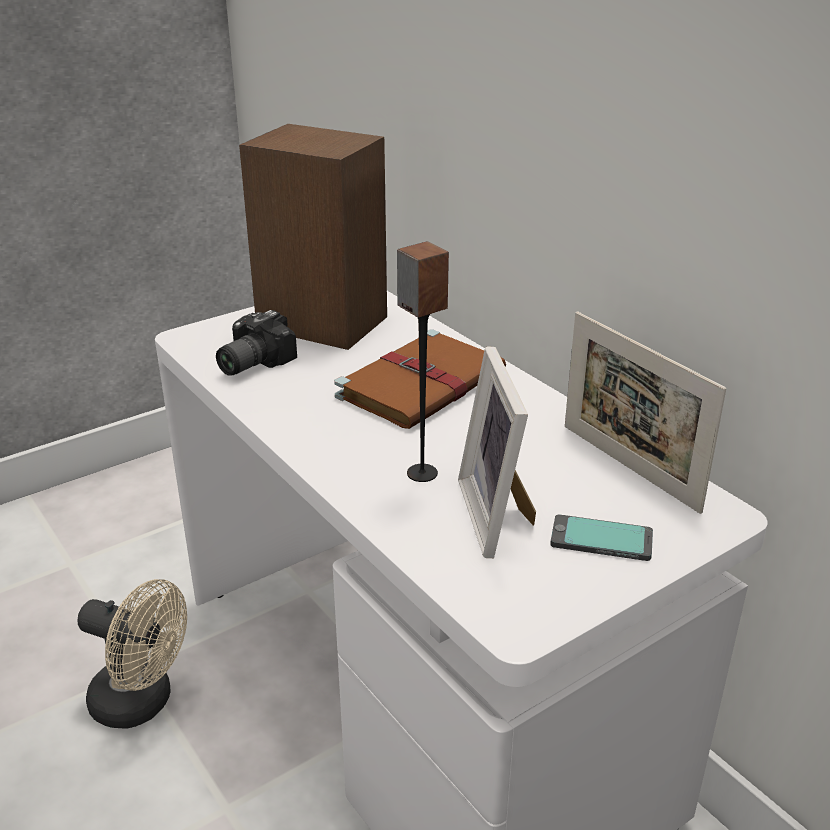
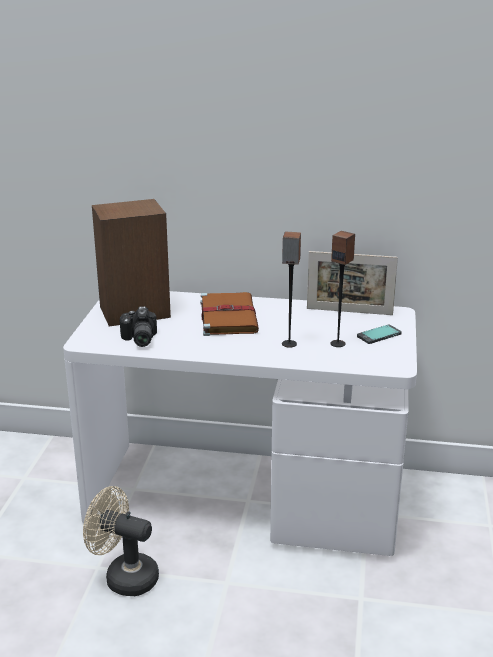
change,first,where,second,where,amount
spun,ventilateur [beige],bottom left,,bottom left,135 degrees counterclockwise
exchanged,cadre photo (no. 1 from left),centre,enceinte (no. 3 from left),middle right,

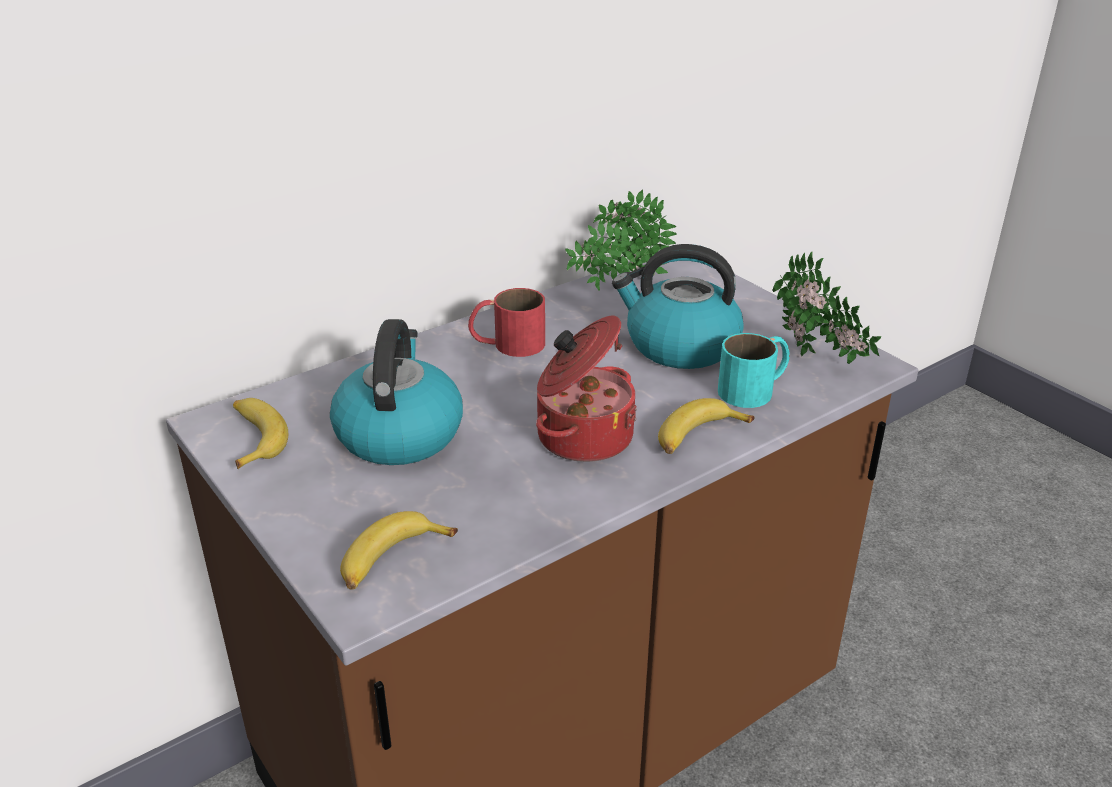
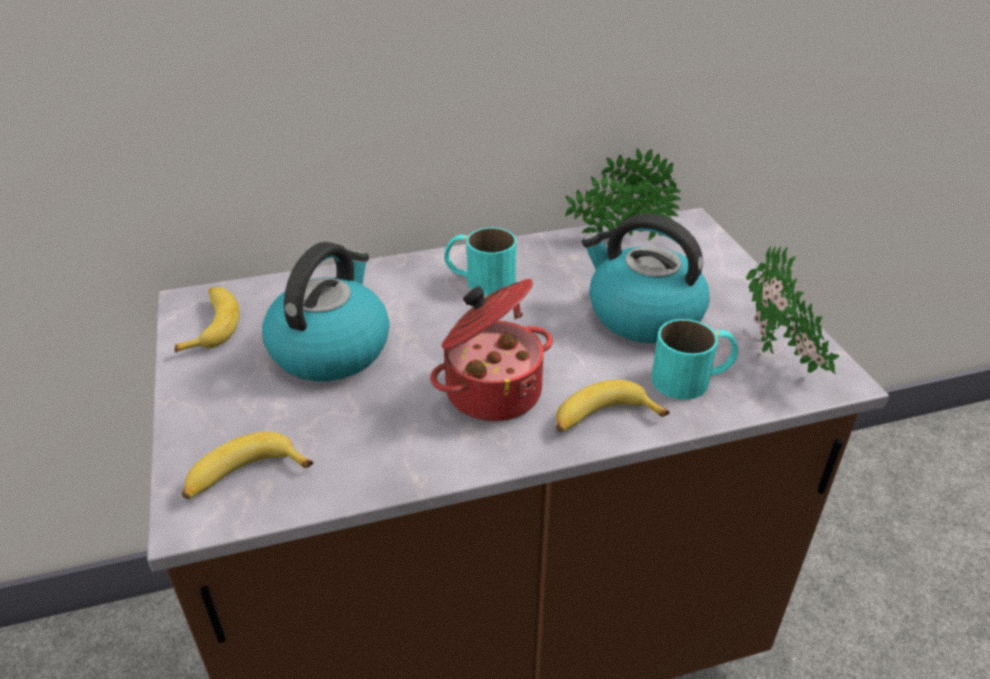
change,first,where,second,where,amount
colour,mug [rouge],centre,mug [turquoise] (no. 1 from left),centre,

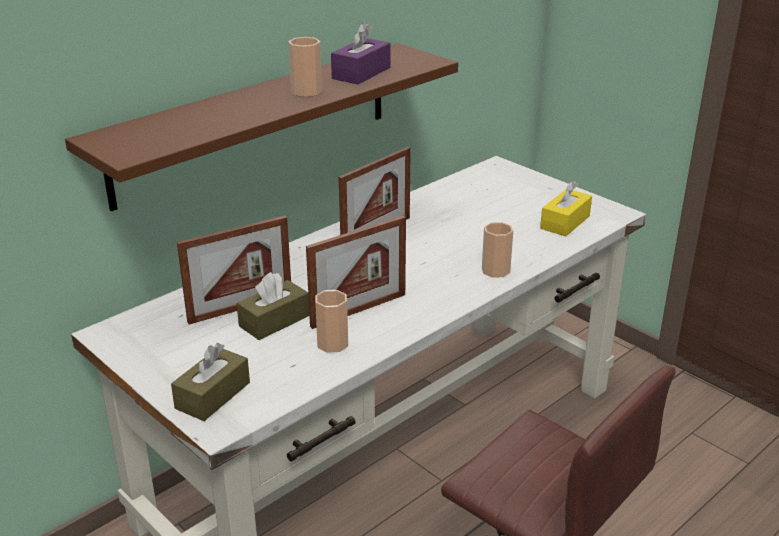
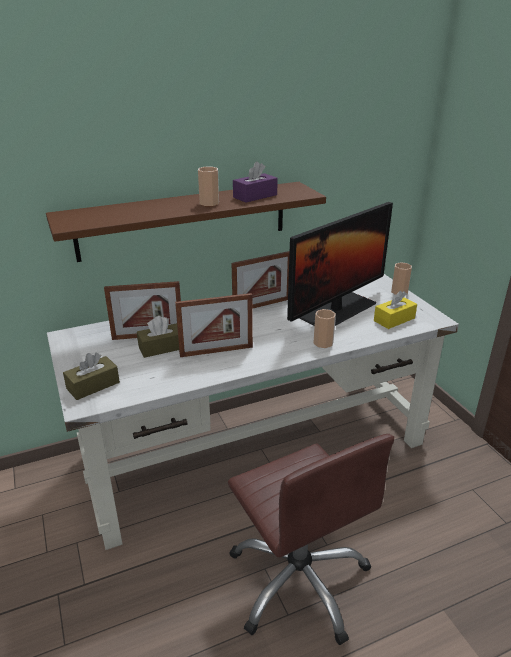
change,first,where,second,where,amount
appeared,,,écran d'ordinateur,centre,
relocated,tasse (no. 2 from left in the first image),centre,tasse (no. 3 from left),middle right,

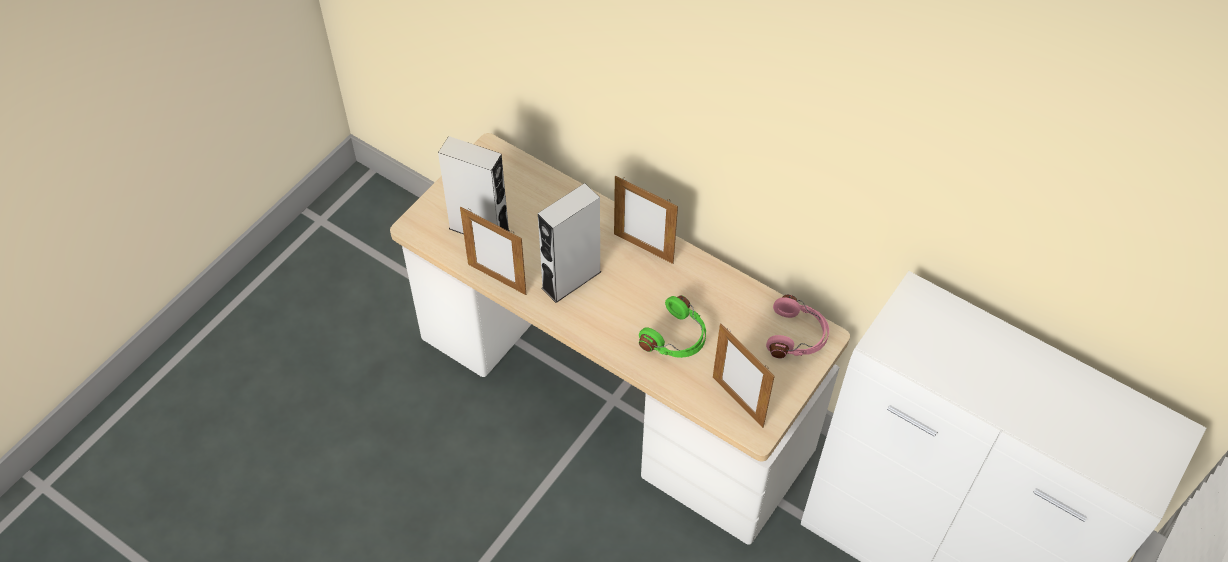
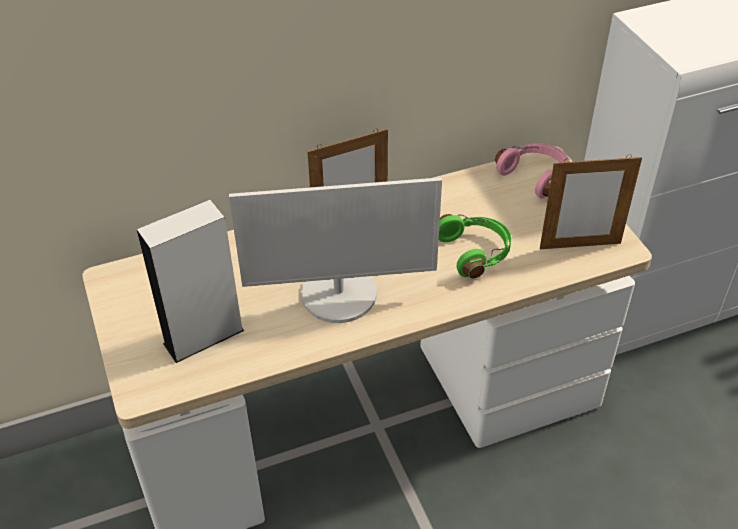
change,first,where,second,where,amount
exchanged,enceinte [gris] (no. 2 from left),centre,écran d'ordinateur,centre,
missing,cadre photo (no. 1 from left),centre,,,

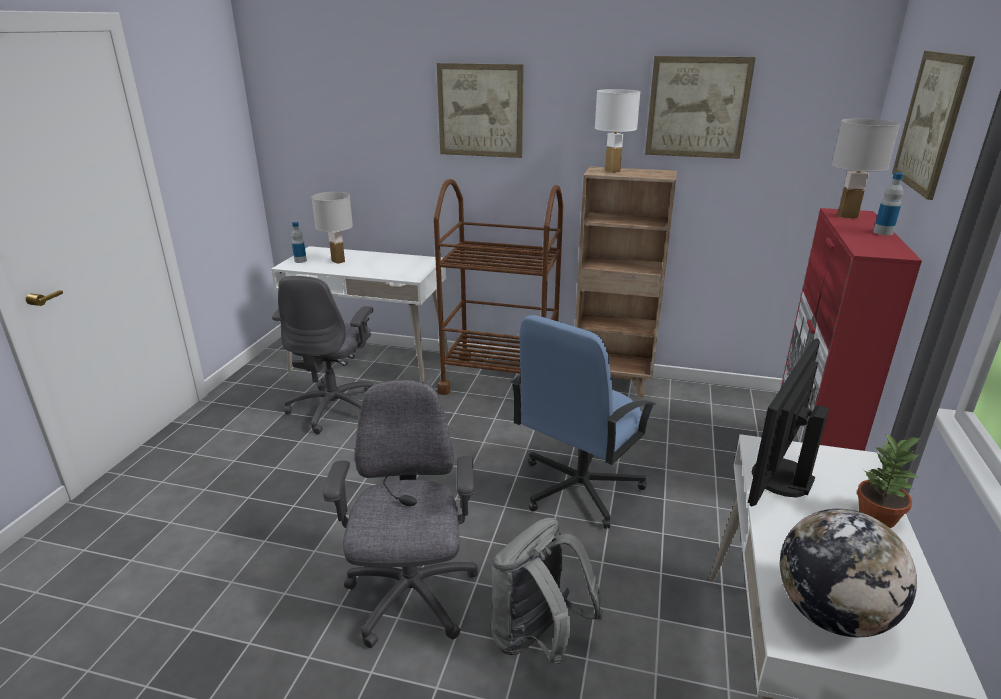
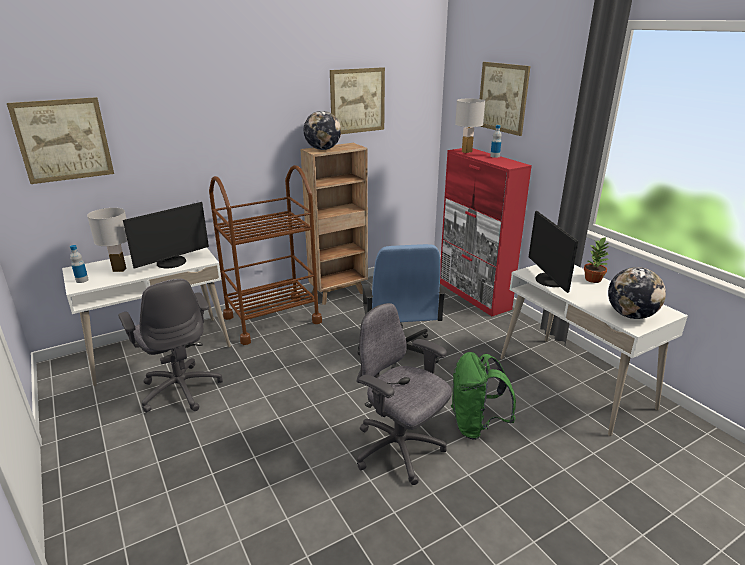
change,first,where,second,where,amount
relocated,tableau (no. 1 from left),top centre,,top left,
appeared,,,écran d'ordinateur (no. 1 from left),middle left,
exchanged,lampe de table [blanc] (no. 2 from left),top centre,globe (no. 1 from left),top centre,
colour,sac à dos [gris],bottom centre,sac à dos [vert],bottom centre,

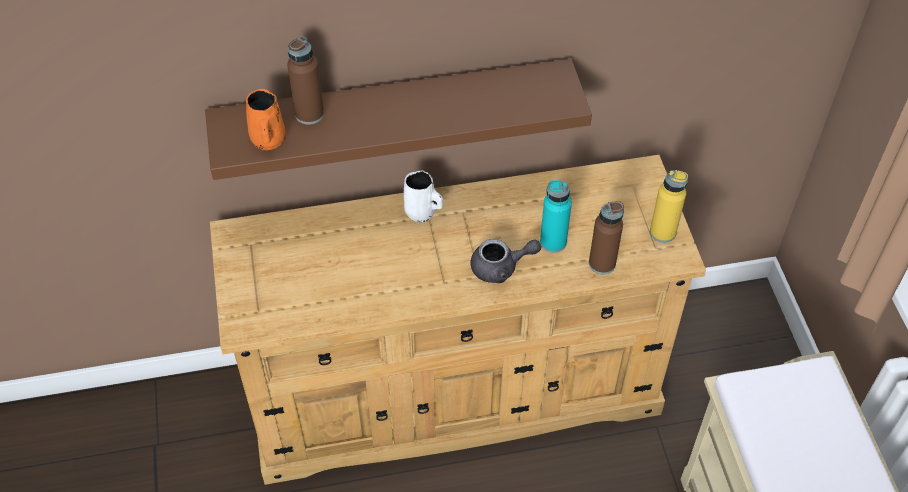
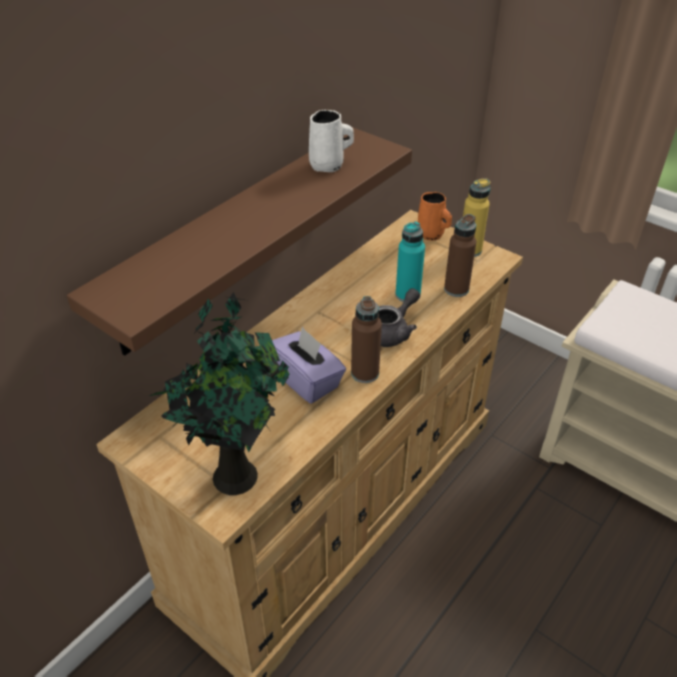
change,first,where,second,where,amount
appeared,,,plante en pot,middle left,
appeared,,,boîte à mouchoirs [violet],centre,
relocated,mug [blanc],centre,,top centre,
relocated,bouteille [marron] (no. 1 from left),top centre,,centre,
relocated,mug [orange],top left,,top centre,

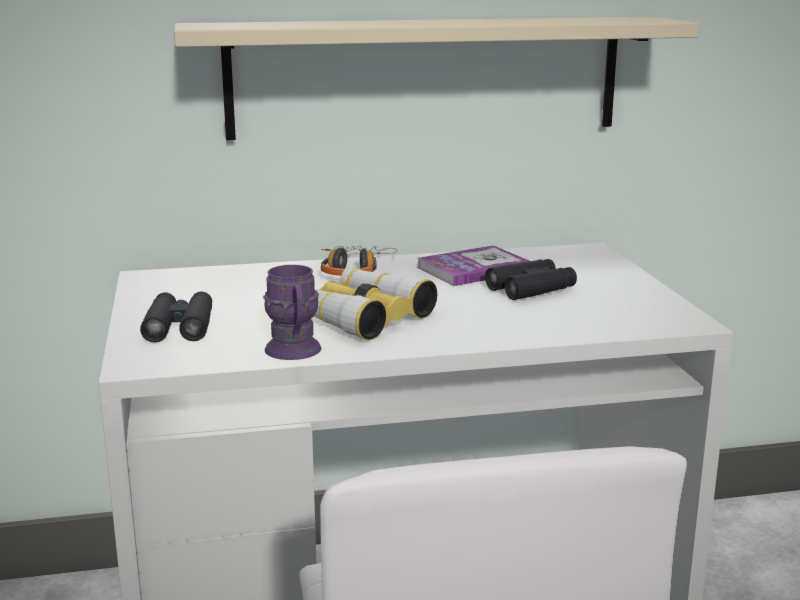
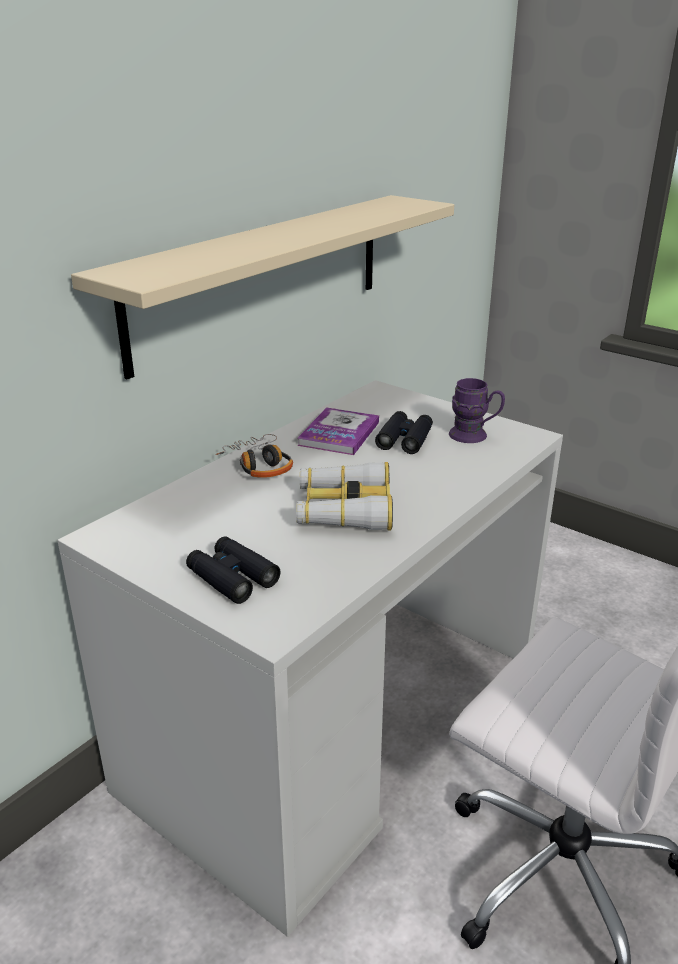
change,first,where,second,where,amount
relocated,mug [violet],centre,,middle right,

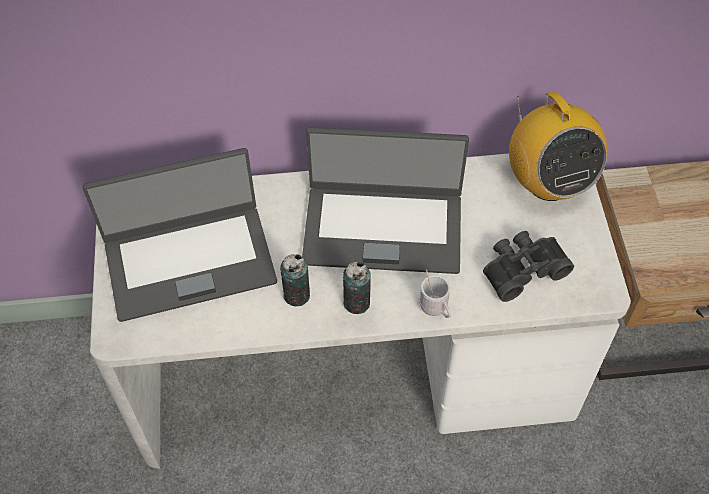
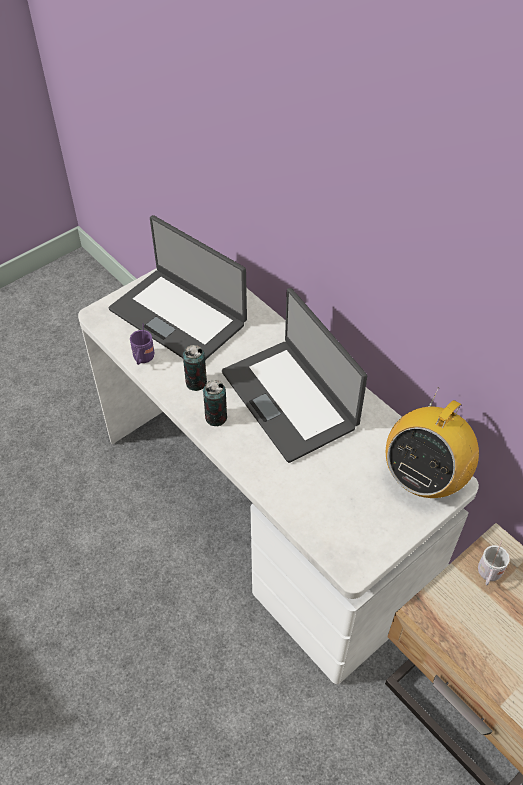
change,first,where,second,where,amount
appeared,,,mug [violet],middle left,
relocated,mug [blanc],centre,,bottom right,
missing,jumelles [noir],middle right,,,

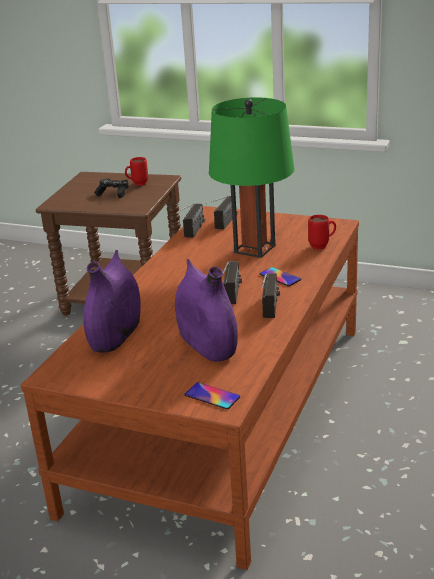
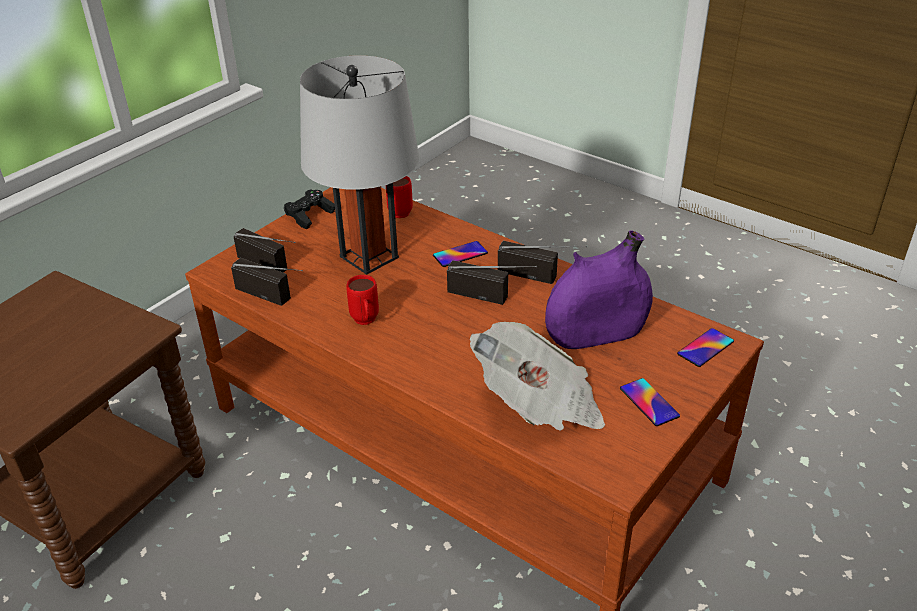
change,first,where,second,where,amount
relocated,manette [noir],top left,,centre,
colour,lampe de table [vert],top centre,lampe de table [gris],top centre,
relocated,mug [rouge] (no. 1 from left),top left,,centre,
exchanged,vase [violet] (no. 1 from left),middle left,journal,centre,
appeared,,,téléphone (no. 2 from left),middle right,

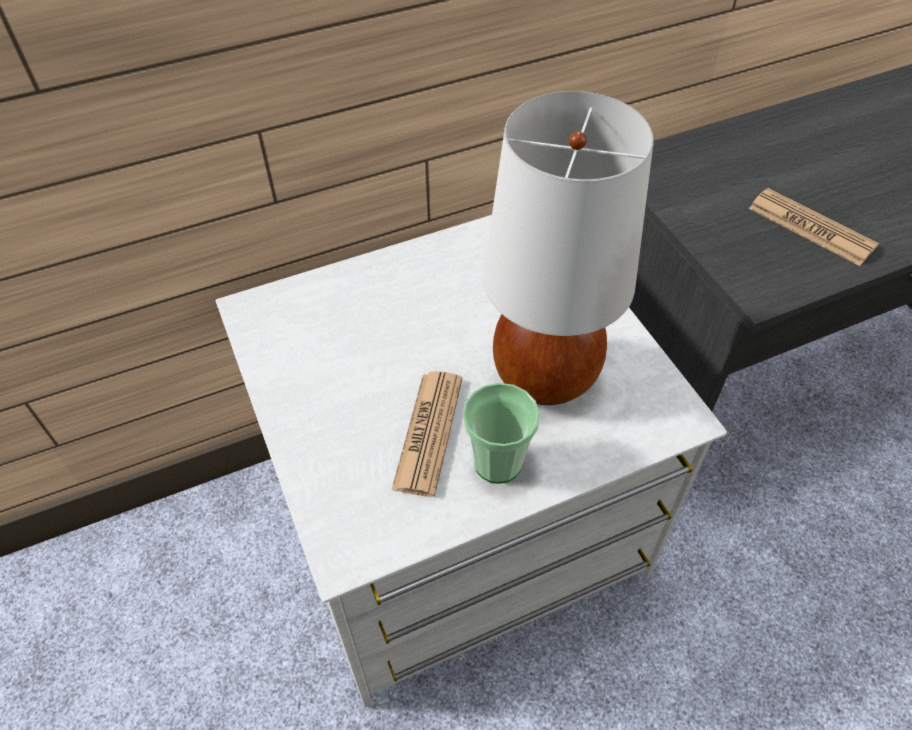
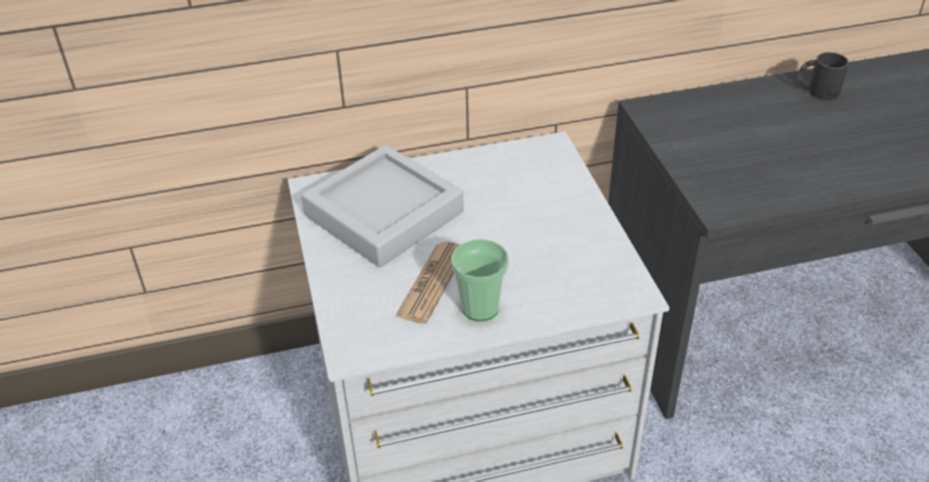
change,first,where,second,where,amount
appeared,,,plateau [gris],centre,
appeared,,,mug [noir],top right,
missing,lampe de table [blanc],centre,,,
missing,journal (no. 2 from left),top right,,,

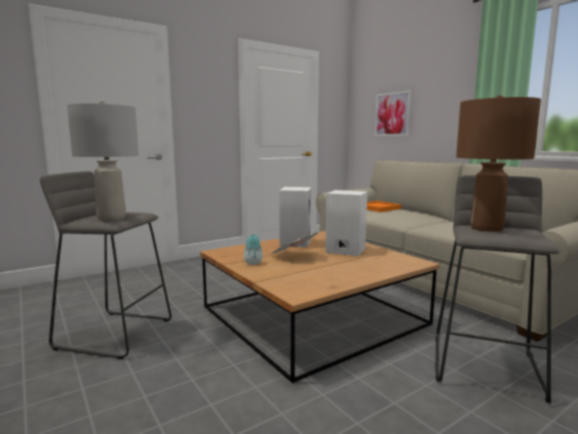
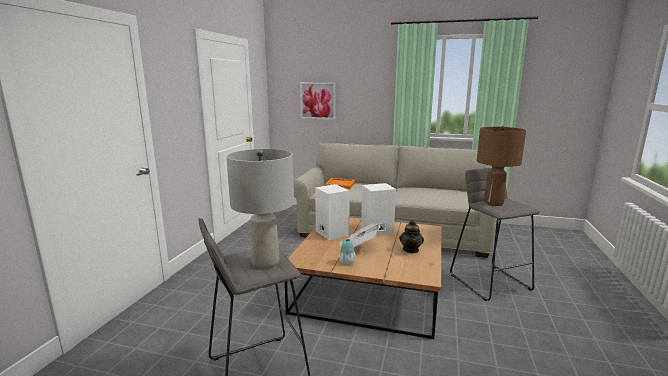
change,first,where,second,where,amount
appeared,,,théière,centre,

